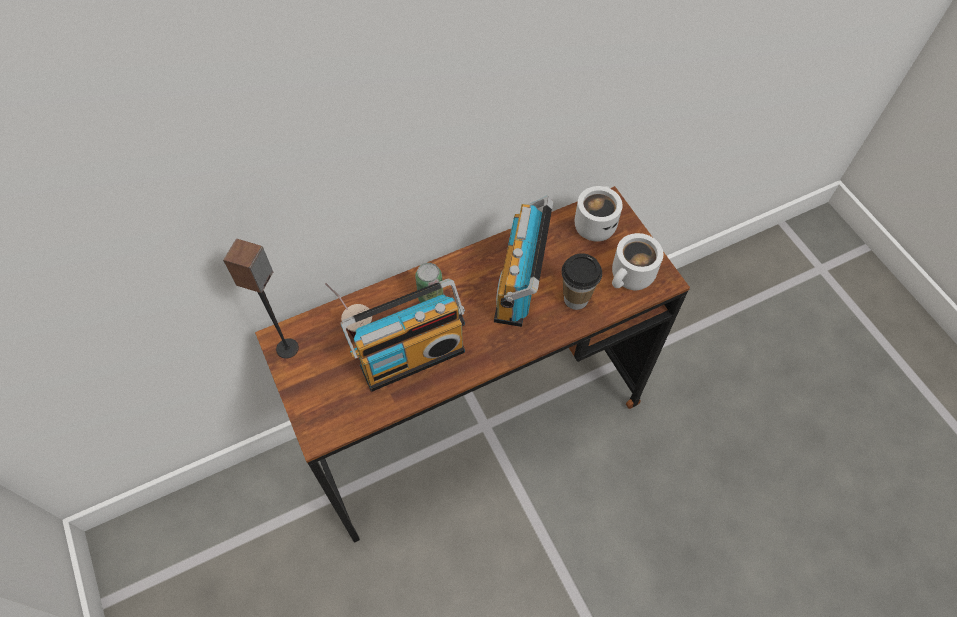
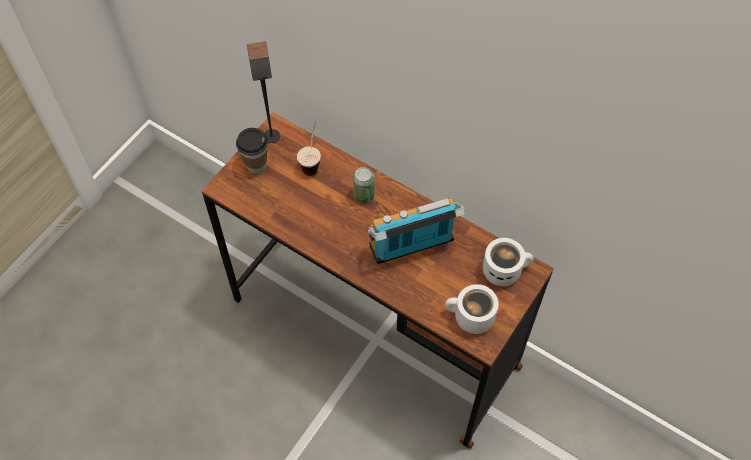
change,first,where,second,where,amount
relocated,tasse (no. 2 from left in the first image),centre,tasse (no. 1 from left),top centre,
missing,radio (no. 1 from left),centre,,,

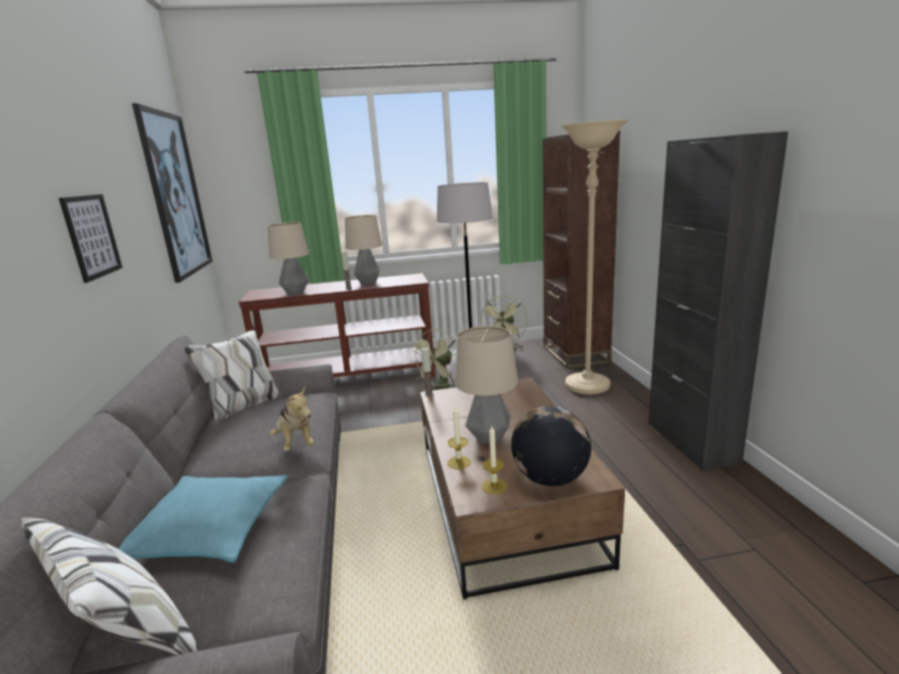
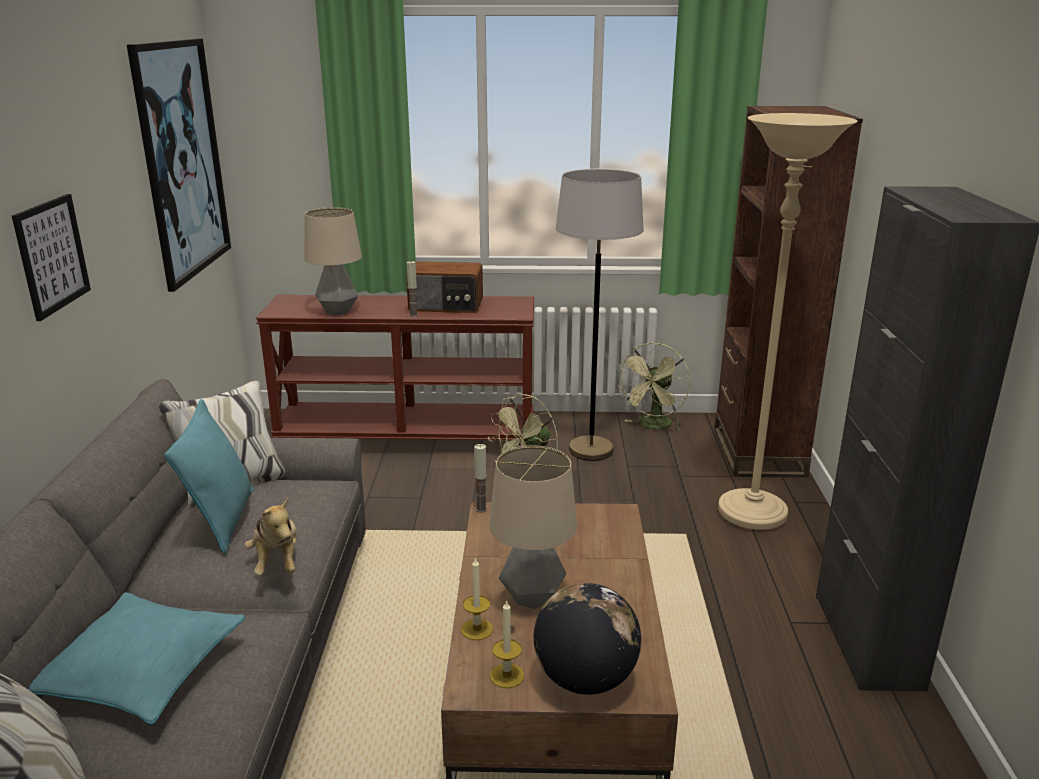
change,first,where,second,where,amount
appeared,,,coussin [turquoise] (no. 2 from left),middle left,
exchanged,lampe de table (no. 2 from left),centre,radio,centre,

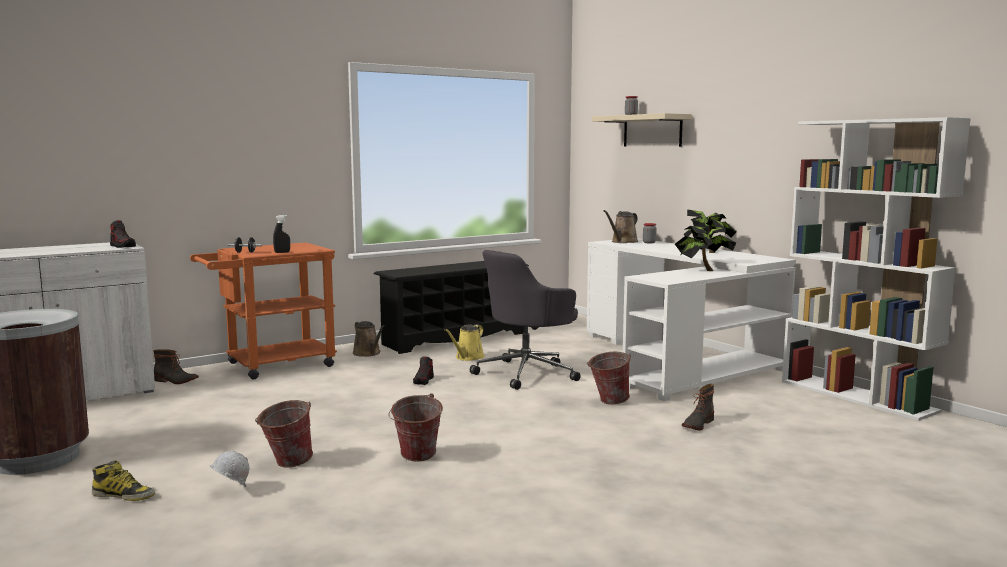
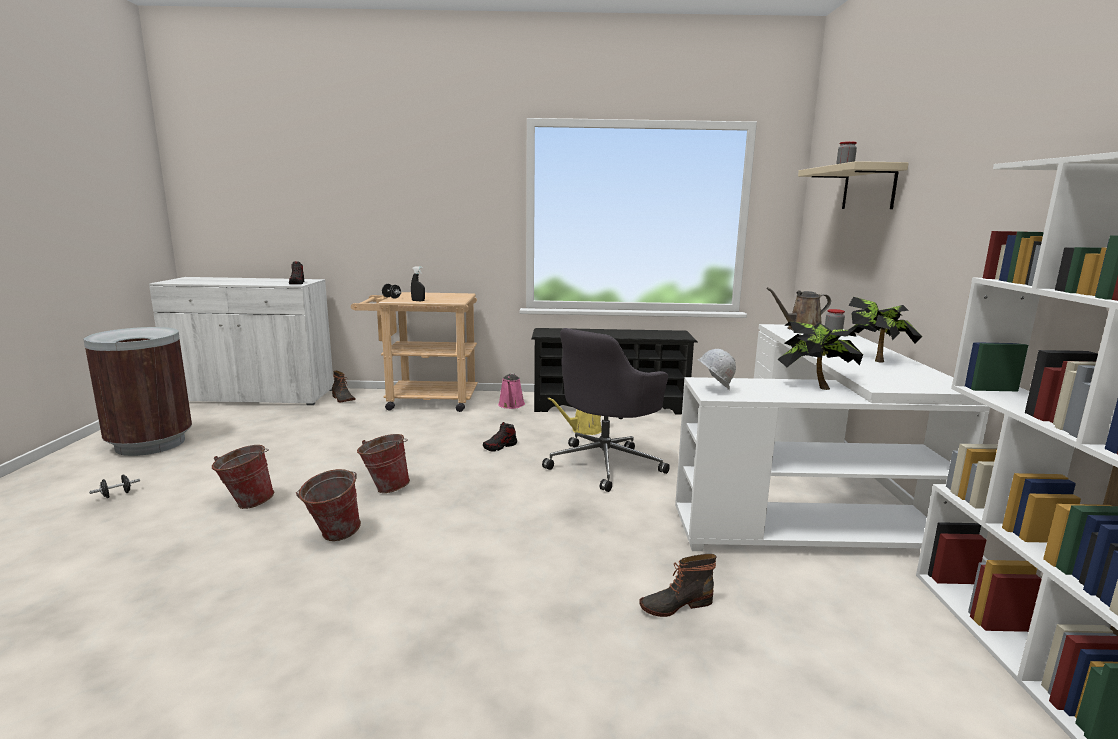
change,first,where,second,where,amount
exchanged,botte (no. 1 from left),bottom left,haltère [noir] (no. 1 from left),middle left,
colour,chariot [orange],middle left,chariot [beige],centre,
relocated,seau (no. 3 from left),bottom centre,,centre,
colour,arrosoir [marron] (no. 1 from left),centre,arrosoir [rose],centre,
spun,chaise de bureau [gris],centre,,centre,45 degrees counterclockwise
relocated,casque de chantier [blanc],bottom left,,centre,

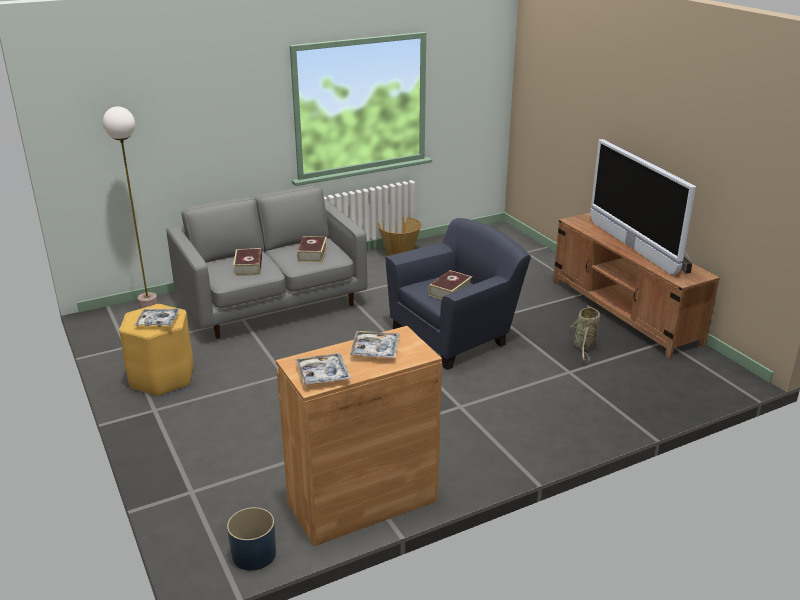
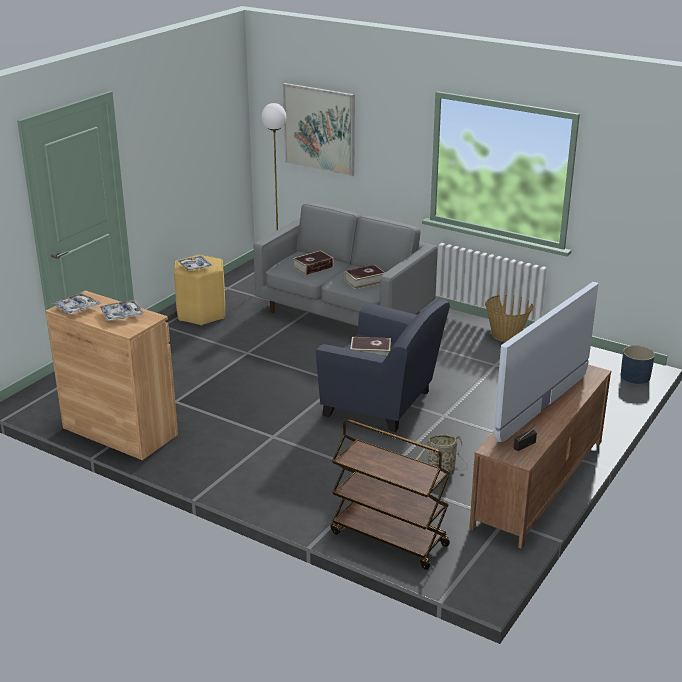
change,first,where,second,where,amount
appeared,,,tableau,top centre,
appeared,,,chariot [marron],bottom centre,
relocated,cache-pot [bleu],bottom left,,middle right,

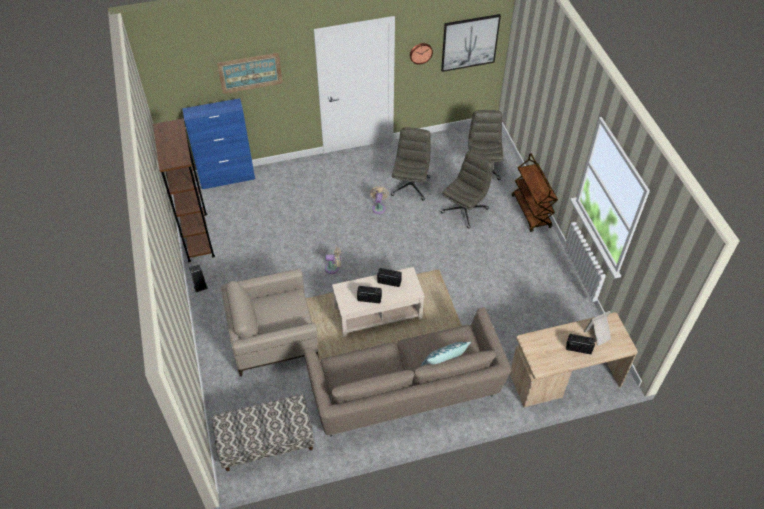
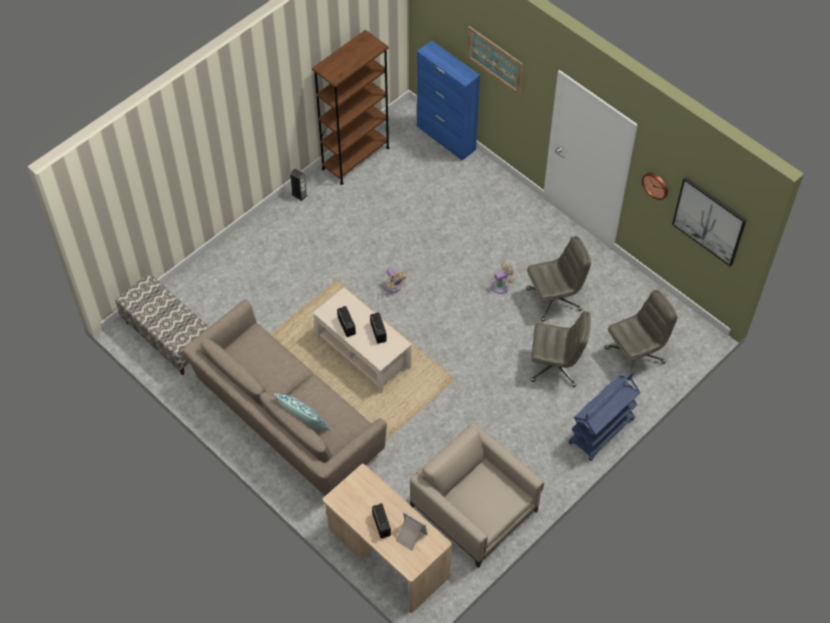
change,first,where,second,where,amount
relocated,fauteuil [beige],centre,,bottom centre,
colour,chariot [marron],middle right,chariot [bleu],bottom right,

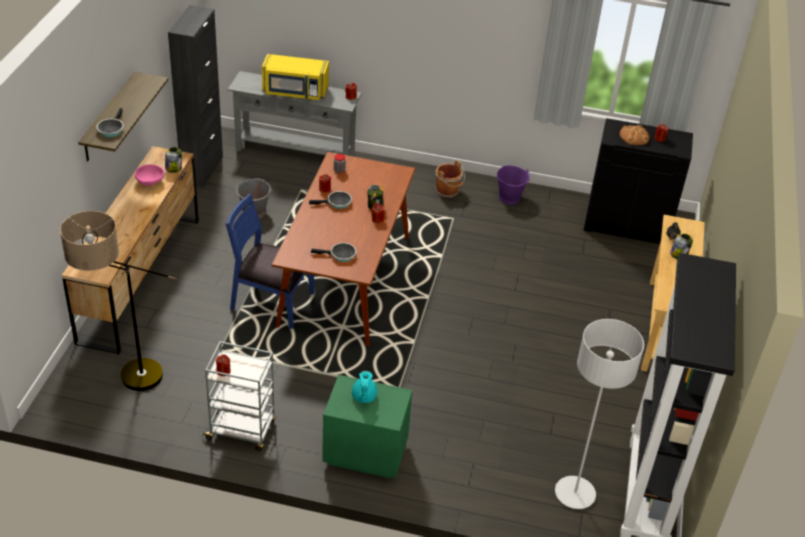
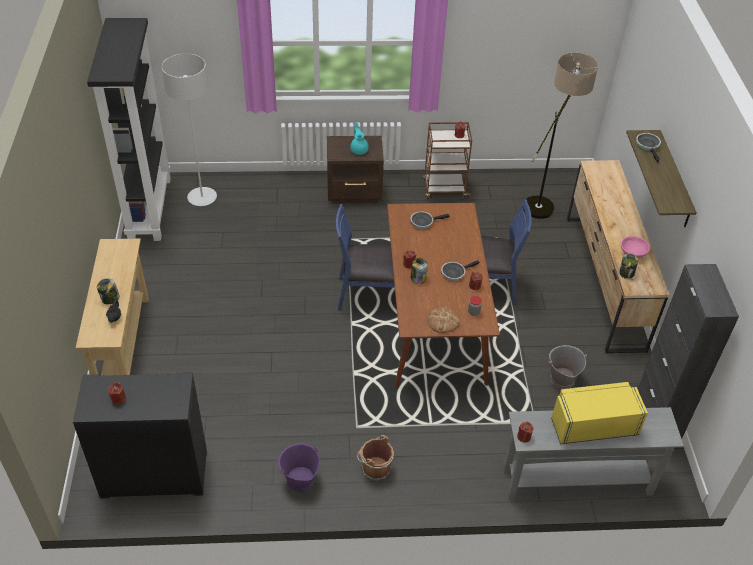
change,first,where,second,where,amount
colour,table de chevet [vert],bottom centre,table de chevet [marron],top centre,
appeared,,,chaise [bleu] (no. 1 from left),centre,
colour,chariot [gris],bottom left,chariot [marron],top centre,
relocated,pain,top right,,centre,

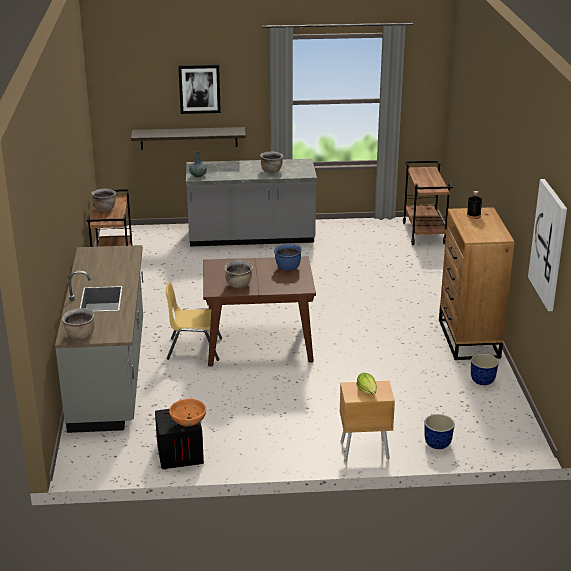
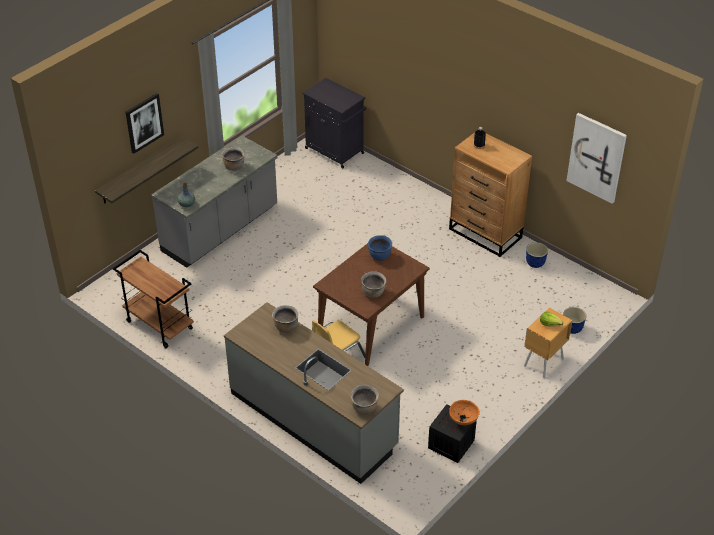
change,first,where,second,where,amount
relocated,marmite [marron] (no. 2 from left),middle left,,centre,
exchanged,chariot [marron] (no. 2 from left),middle right,meuble de rangement [noir],top centre,

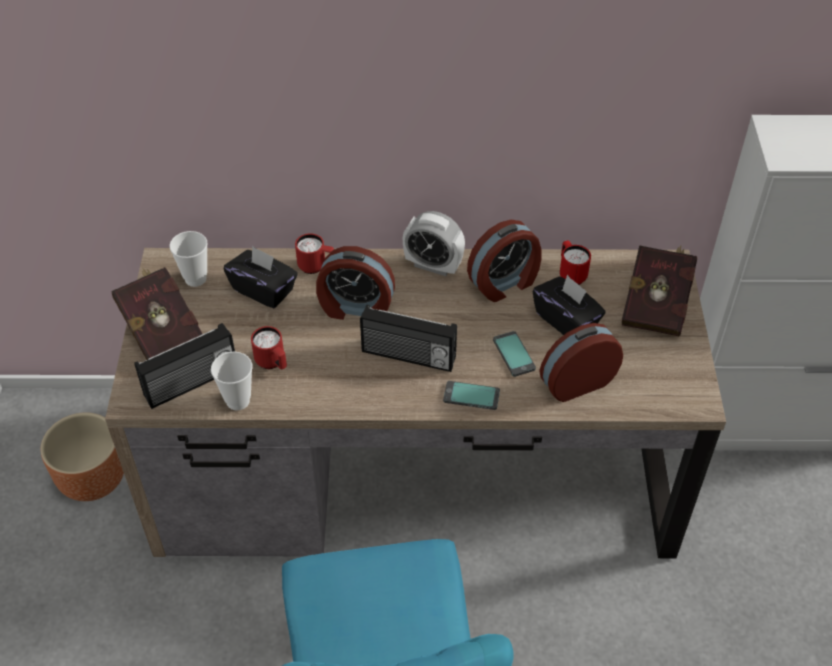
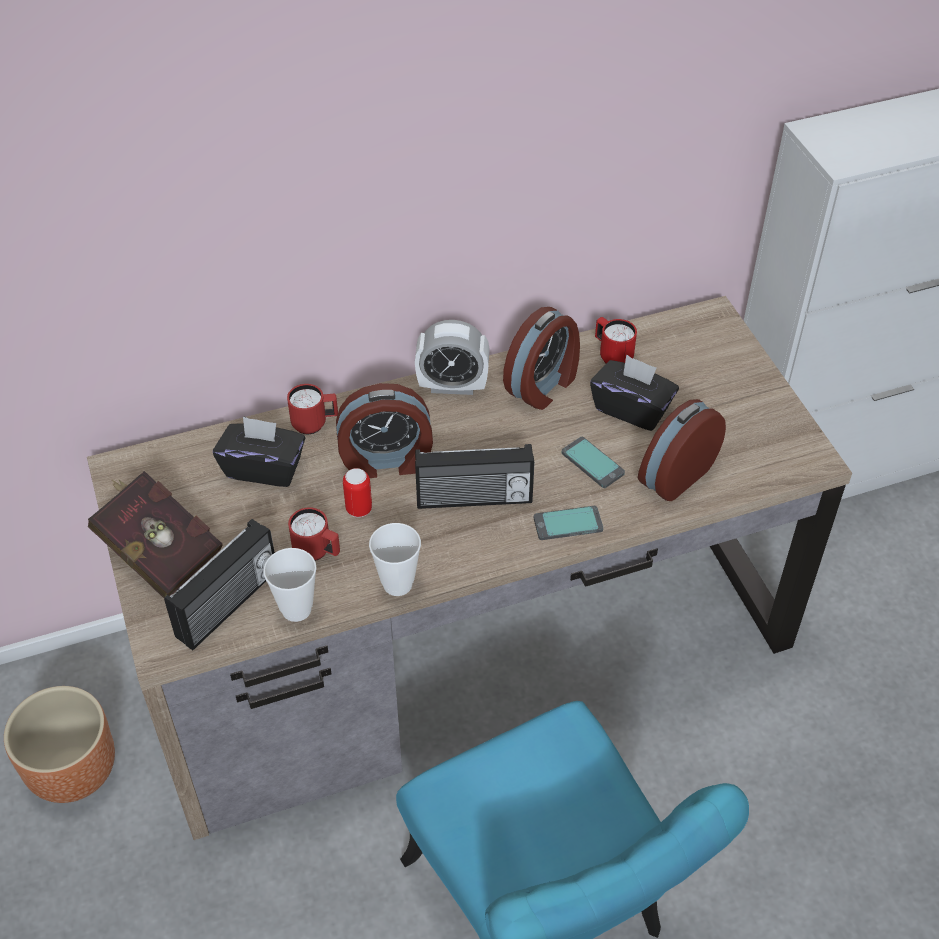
change,first,where,second,where,amount
appeared,,,boîte métallique,centre,
relocated,tasse (no. 1 from left in the first image),middle left,tasse (no. 2 from left),centre,
missing,livre [rouge] (no. 2 from left),middle right,,,

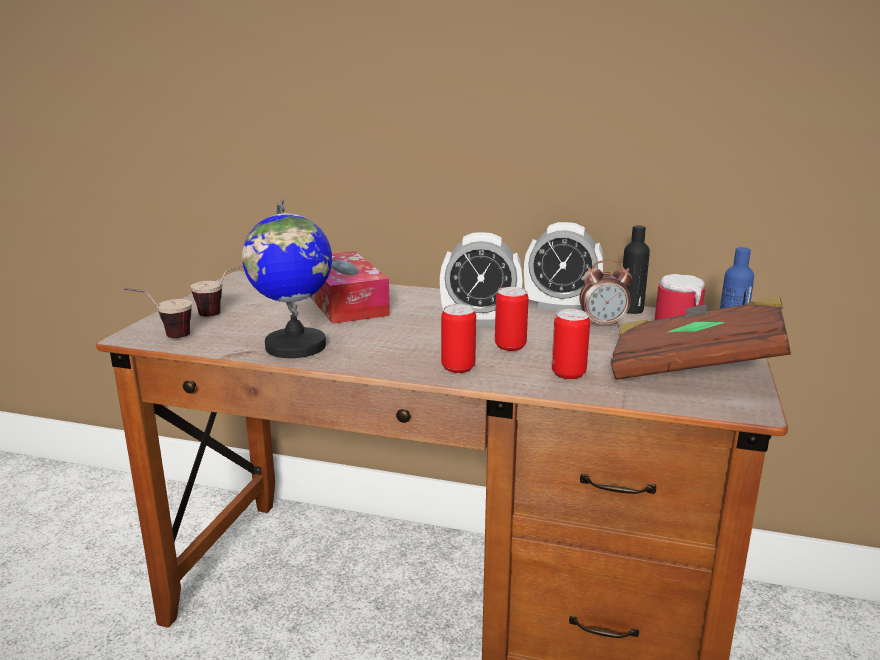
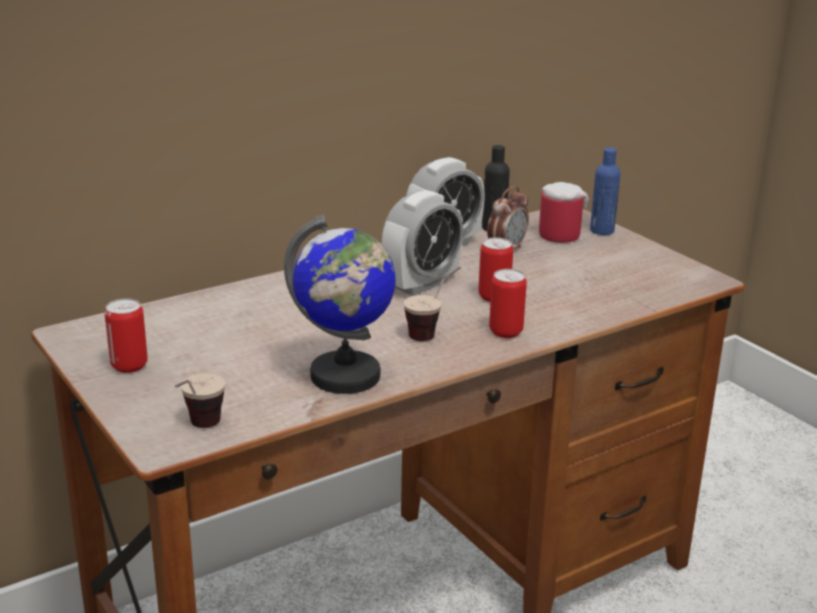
change,first,where,second,where,amount
relocated,boîte métallique (no. 3 from left in the first image),centre,boîte métallique (no. 1 from left),middle left,
relocated,tasse (no. 2 from left),middle left,,centre,
missing,boîte à mouchoirs,centre,,,
missing,livre [marron],middle right,,,

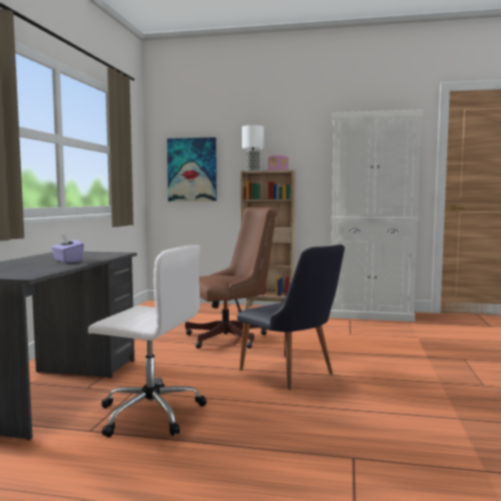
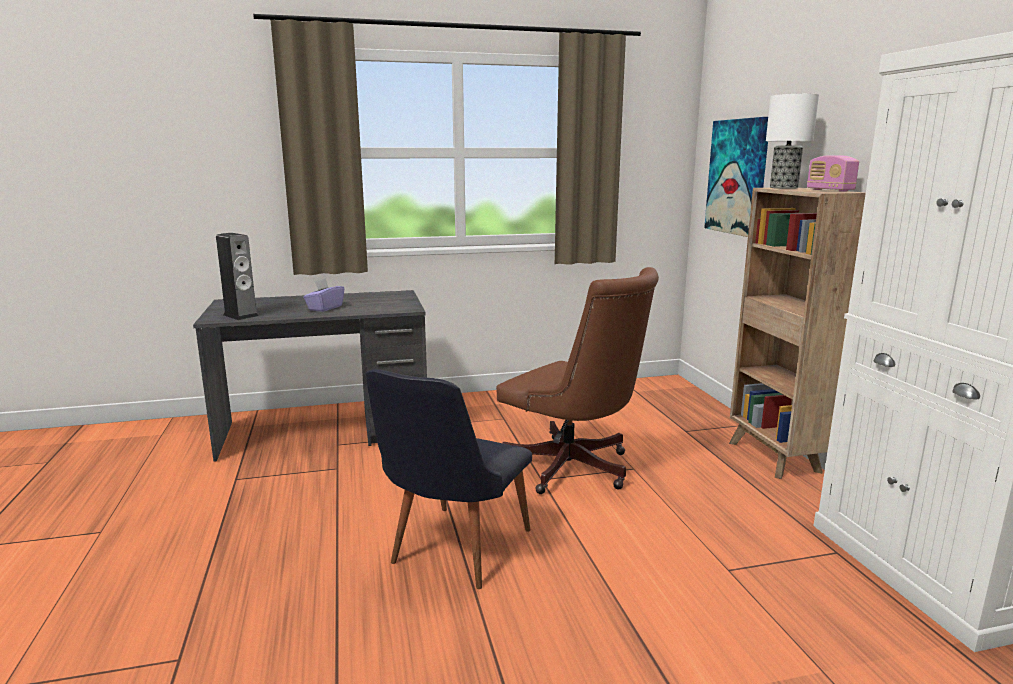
change,first,where,second,where,amount
appeared,,,enceinte,middle left,
missing,chaise de bureau [blanc],bottom left,,,

